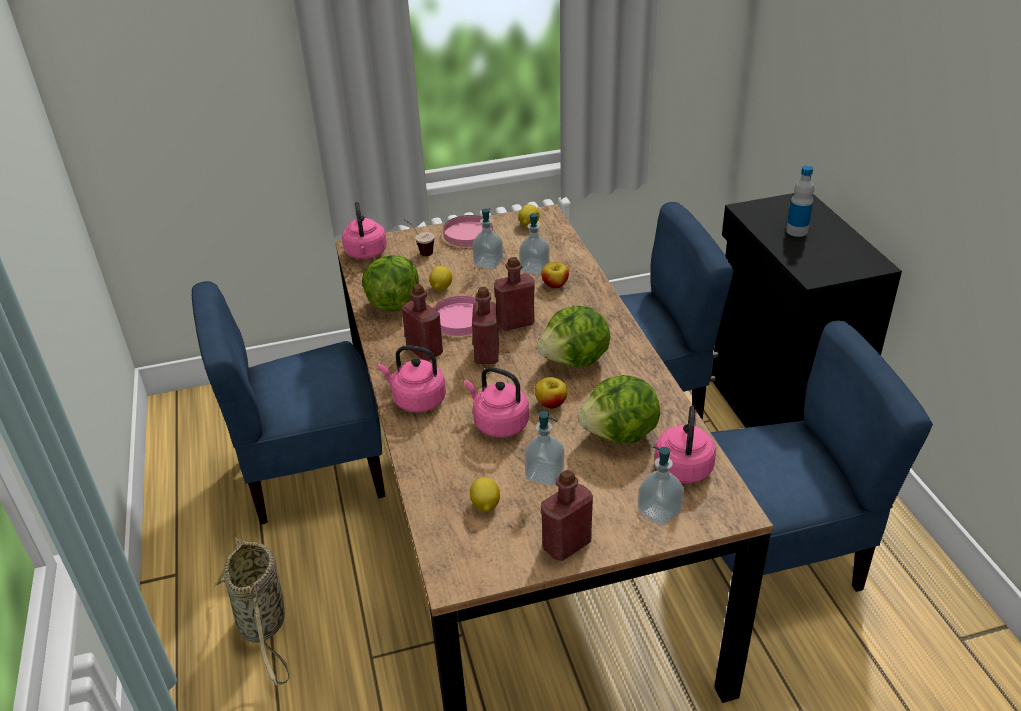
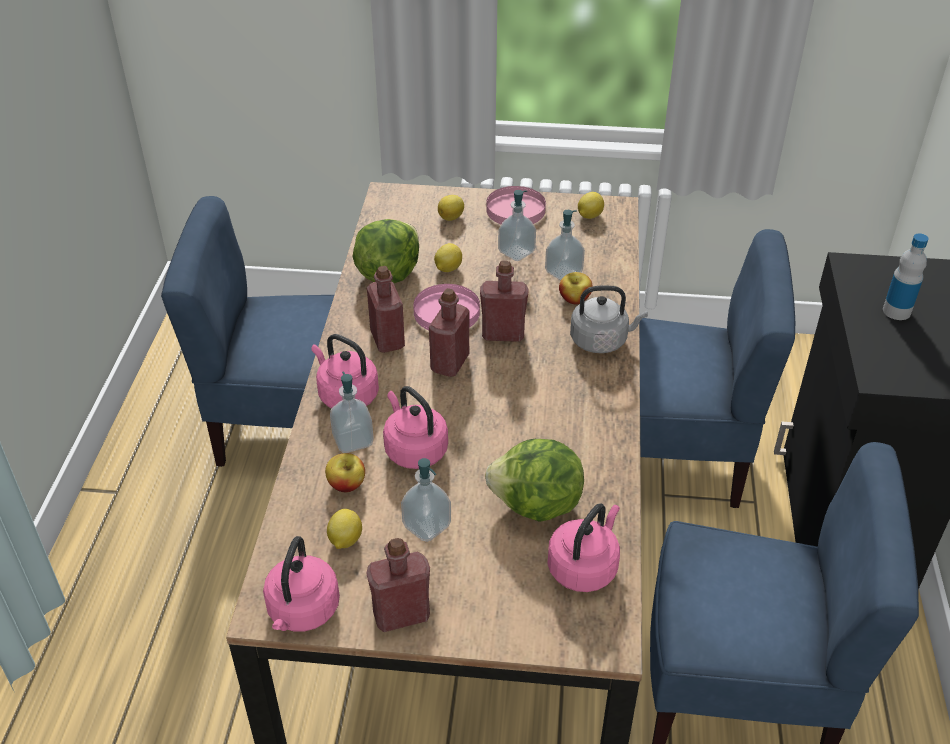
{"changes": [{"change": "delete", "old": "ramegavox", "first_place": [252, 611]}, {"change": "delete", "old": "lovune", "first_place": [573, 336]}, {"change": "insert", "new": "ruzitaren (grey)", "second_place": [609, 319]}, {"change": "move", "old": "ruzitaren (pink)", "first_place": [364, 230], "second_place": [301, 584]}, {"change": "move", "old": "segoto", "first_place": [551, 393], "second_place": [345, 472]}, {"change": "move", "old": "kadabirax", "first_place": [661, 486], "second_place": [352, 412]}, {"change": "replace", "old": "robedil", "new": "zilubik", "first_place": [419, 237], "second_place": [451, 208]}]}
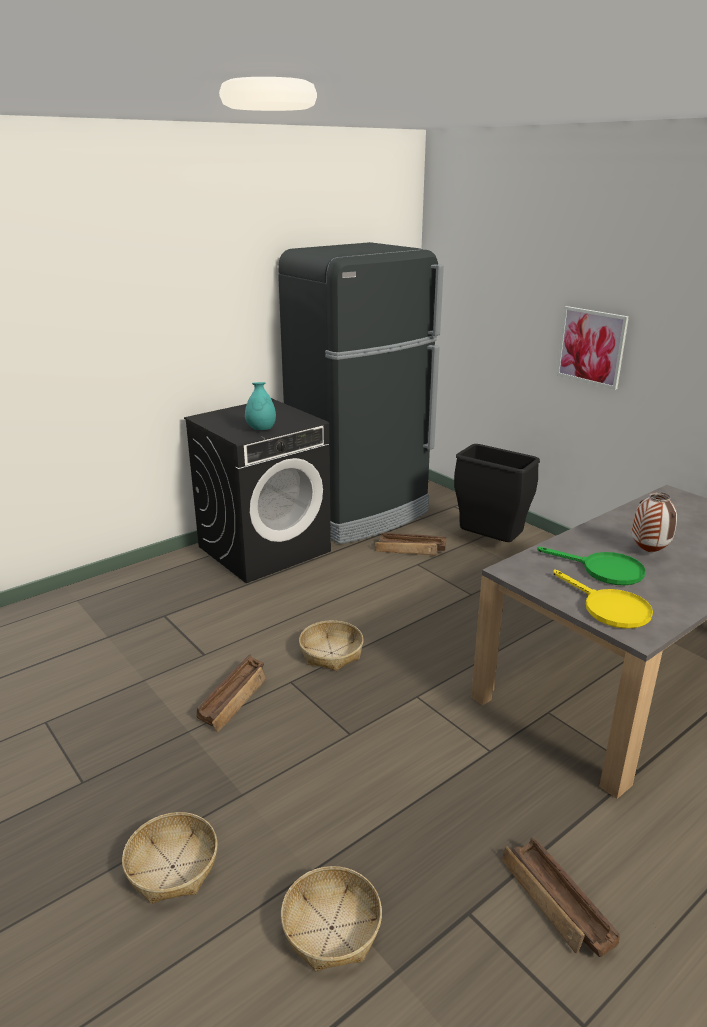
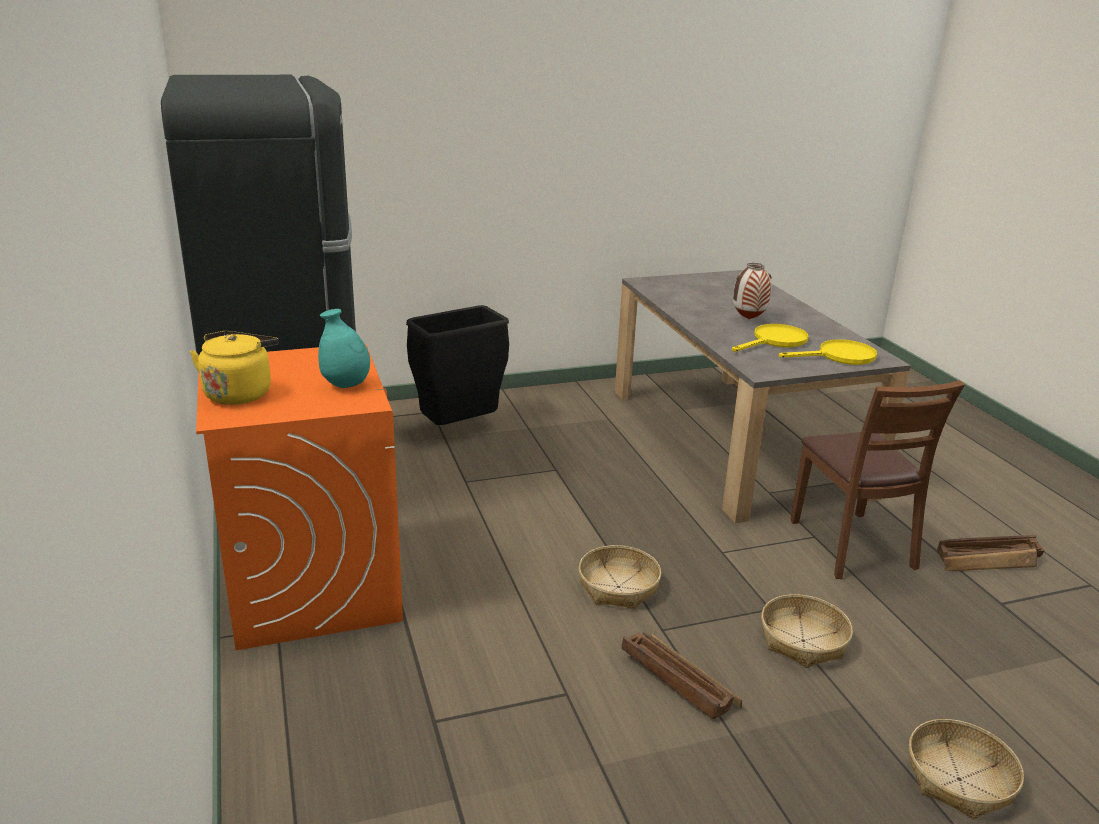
{"changes": [{"change": "delete", "old": "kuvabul", "first_place": [410, 544]}, {"change": "delete", "old": "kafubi", "first_place": [592, 348]}, {"change": "insert", "new": "ruzitaren (yellow)", "second_place": [234, 368]}, {"change": "insert", "new": "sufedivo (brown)", "second_place": [877, 479]}, {"change": "move", "old": "ramegavox", "first_place": [331, 918], "second_place": [807, 631]}, {"change": "recolor", "old": "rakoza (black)", "new": "rakoza (orange)", "first_place": [257, 490], "second_place": [299, 497]}, {"change": "recolor", "old": "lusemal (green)", "new": "lusemal (yellow)", "first_place": [591, 566], "second_place": [770, 338]}]}
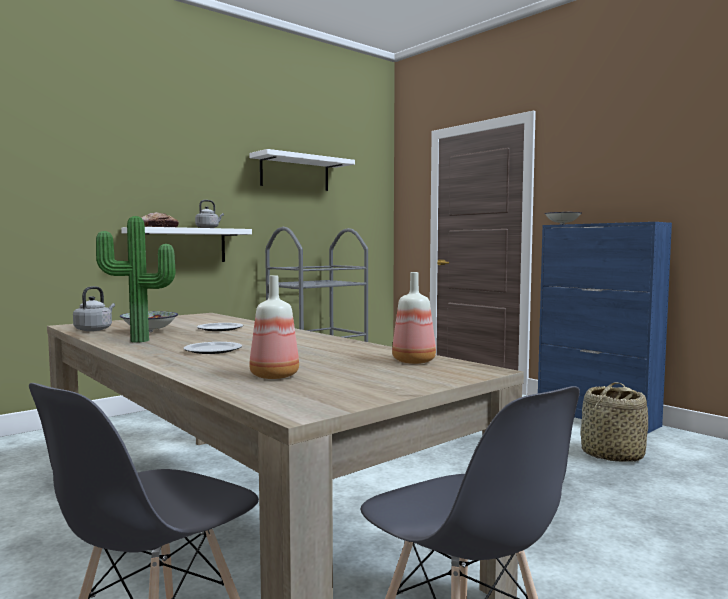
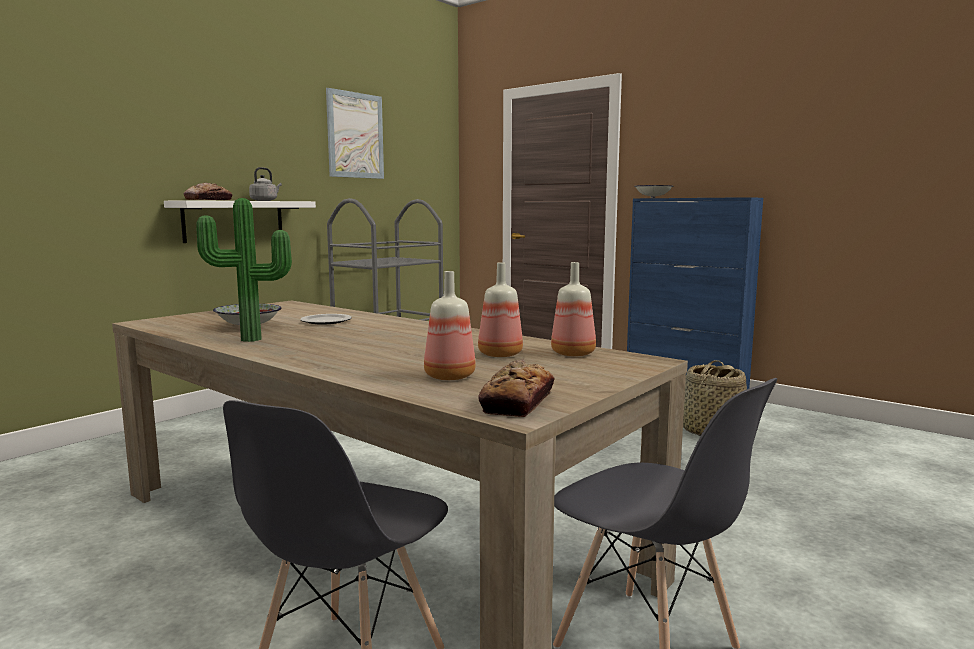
{"changes": [{"change": "delete", "old": "ruzitaren (grey)", "first_place": [94, 308]}, {"change": "delete", "old": "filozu", "first_place": [212, 348]}, {"change": "insert", "new": "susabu", "second_place": [500, 309]}, {"change": "insert", "new": "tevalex", "second_place": [516, 388]}, {"change": "replace", "old": "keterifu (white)", "new": "kafubi", "first_place": [302, 170], "second_place": [355, 133]}]}
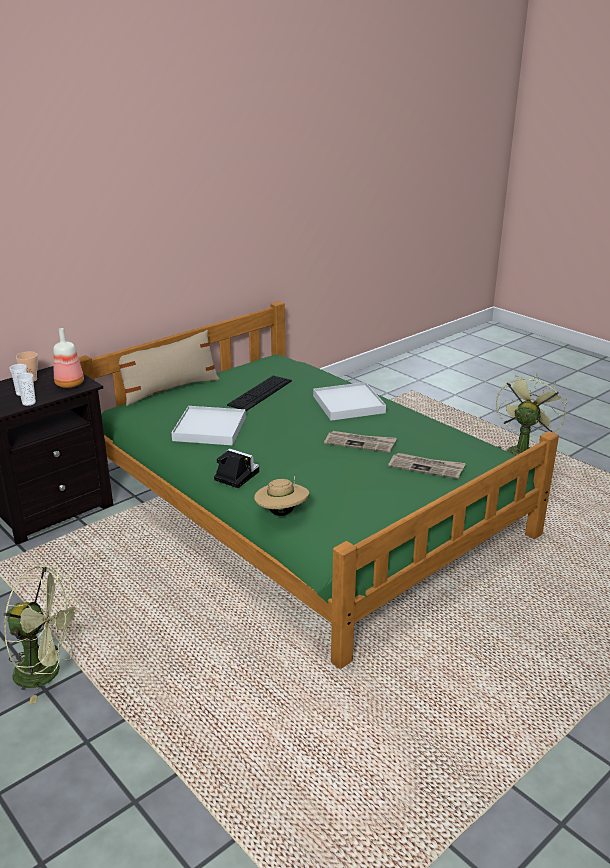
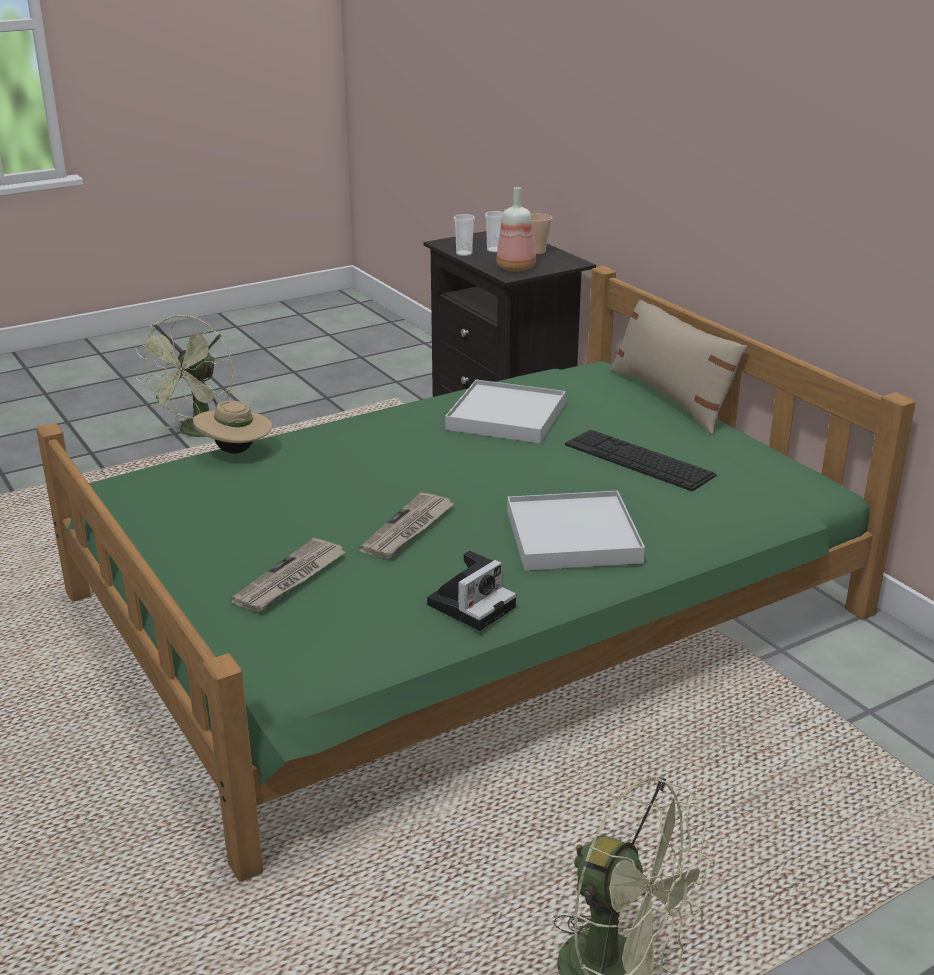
{"changes": [{"change": "move", "old": "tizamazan", "first_place": [236, 468], "second_place": [471, 591]}]}
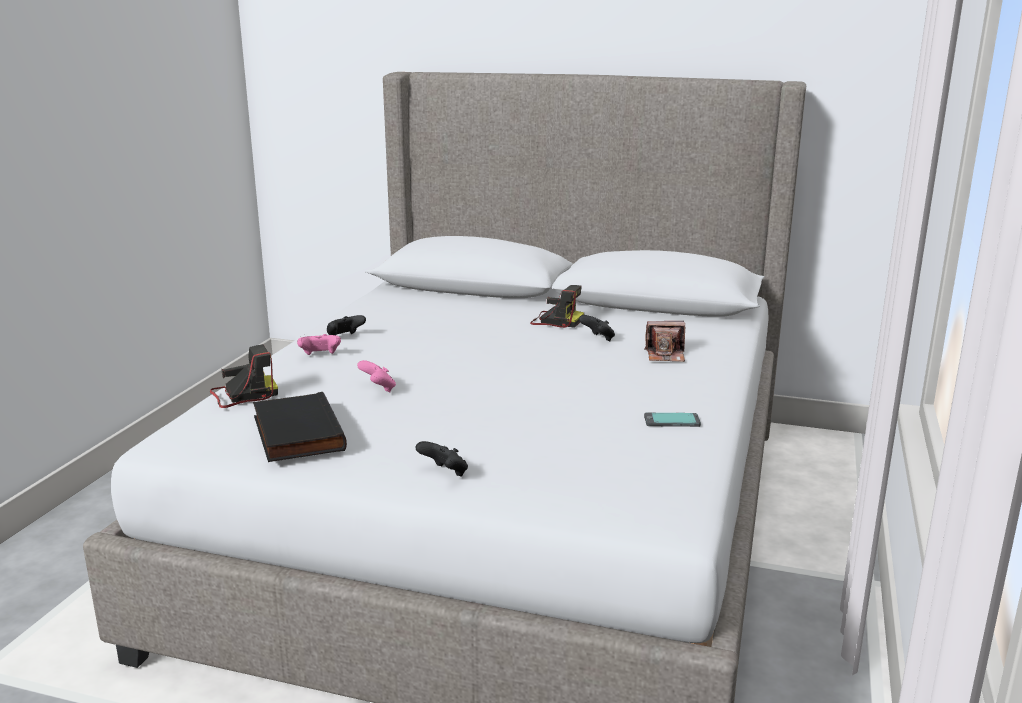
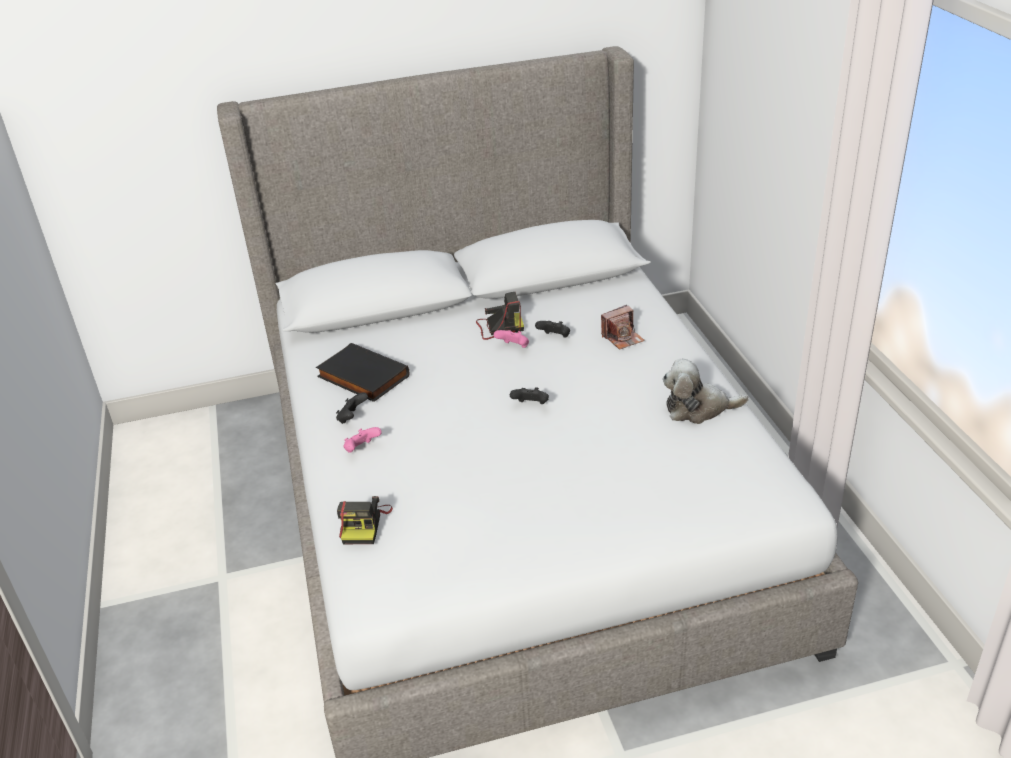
{"changes": [{"change": "move", "old": "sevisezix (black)", "first_place": [300, 427], "second_place": [363, 372]}, {"change": "move", "old": "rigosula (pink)", "first_place": [376, 376], "second_place": [511, 339]}, {"change": "move", "old": "rigosula (black)", "first_place": [442, 458], "second_place": [529, 395]}, {"change": "replace", "old": "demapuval", "new": "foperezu", "first_place": [672, 420], "second_place": [706, 391]}, {"change": "rotate", "old": "tizamazan", "first_place": [244, 376], "second_place": [365, 520], "degrees": 150}]}
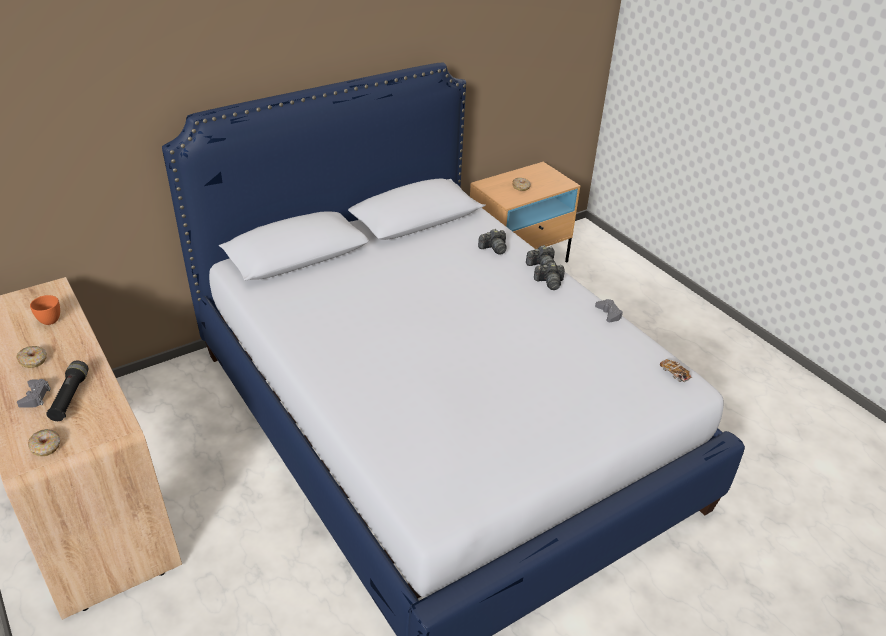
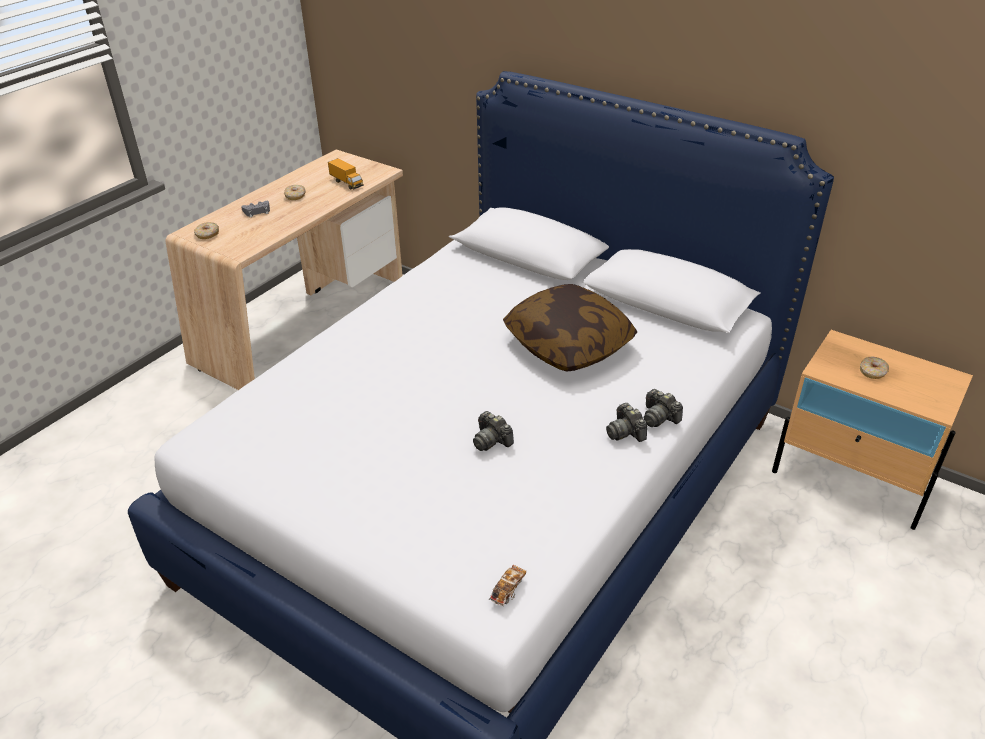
{"changes": [{"change": "delete", "old": "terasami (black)", "first_place": [67, 390]}, {"change": "delete", "old": "rigosula (grey)", "first_place": [609, 310]}, {"change": "insert", "new": "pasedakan", "second_place": [570, 328]}, {"change": "move", "old": "tizamazan", "first_place": [492, 242], "second_place": [493, 431]}, {"change": "replace", "old": "robedil (orange)", "new": "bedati", "first_place": [45, 310], "second_place": [346, 174]}]}
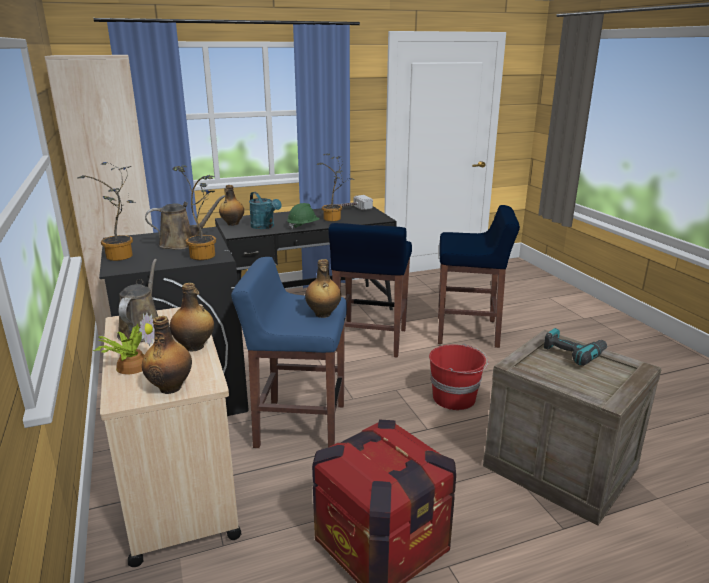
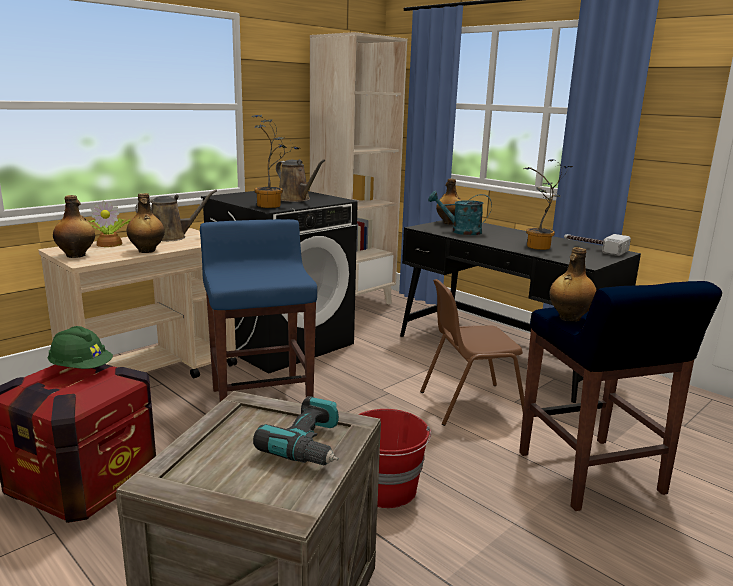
{"changes": [{"change": "delete", "old": "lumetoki", "first_place": [106, 211]}, {"change": "move", "old": "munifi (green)", "first_place": [303, 216], "second_place": [80, 347]}, {"change": "move", "old": "susabu", "first_place": [323, 288], "second_place": [573, 284]}, {"change": "replace", "old": "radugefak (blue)", "new": "sufedivo (brown)", "first_place": [370, 290], "second_place": [472, 352]}, {"change": "rotate", "old": "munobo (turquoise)", "first_place": [265, 210], "second_place": [460, 213], "degrees": 75}]}
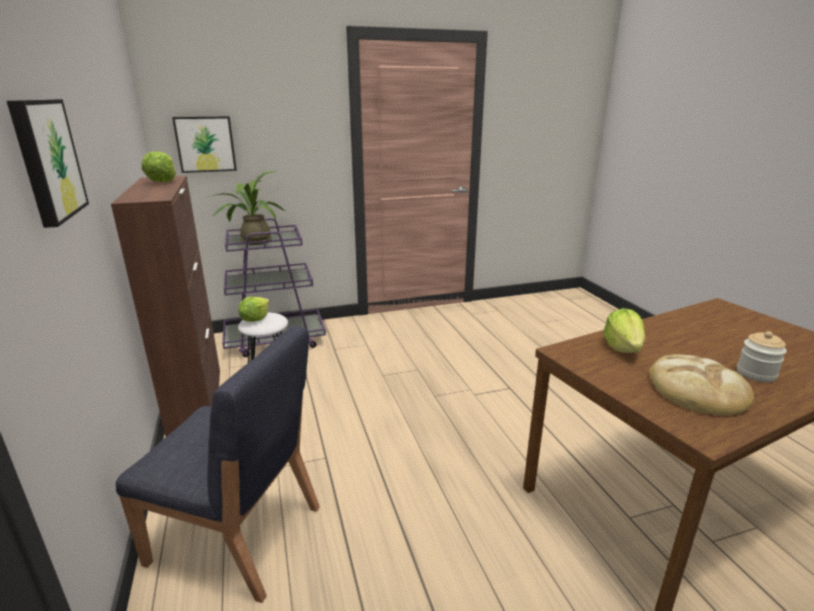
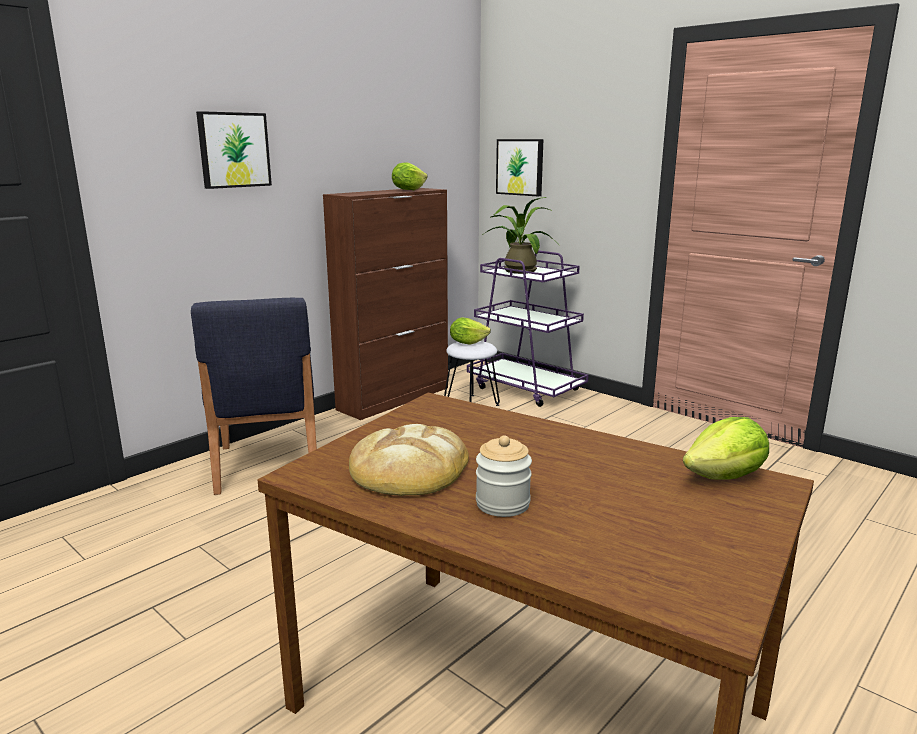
{"changes": [{"change": "move", "old": "lovune", "first_place": [624, 330], "second_place": [726, 448]}]}
